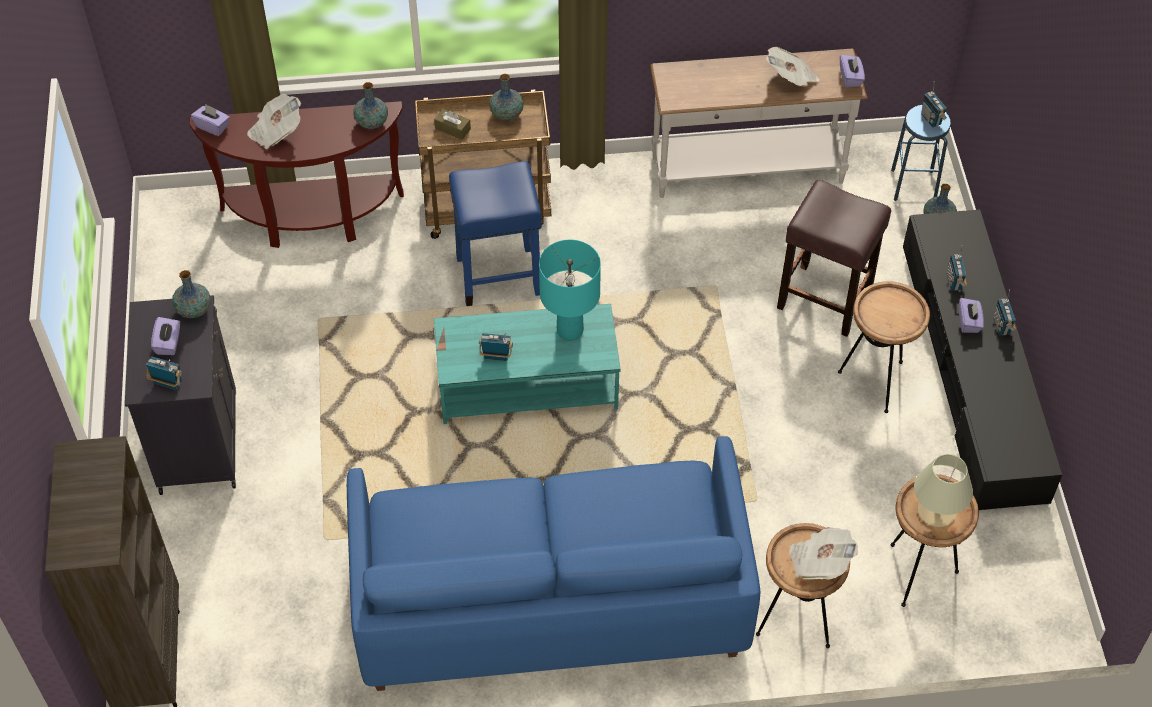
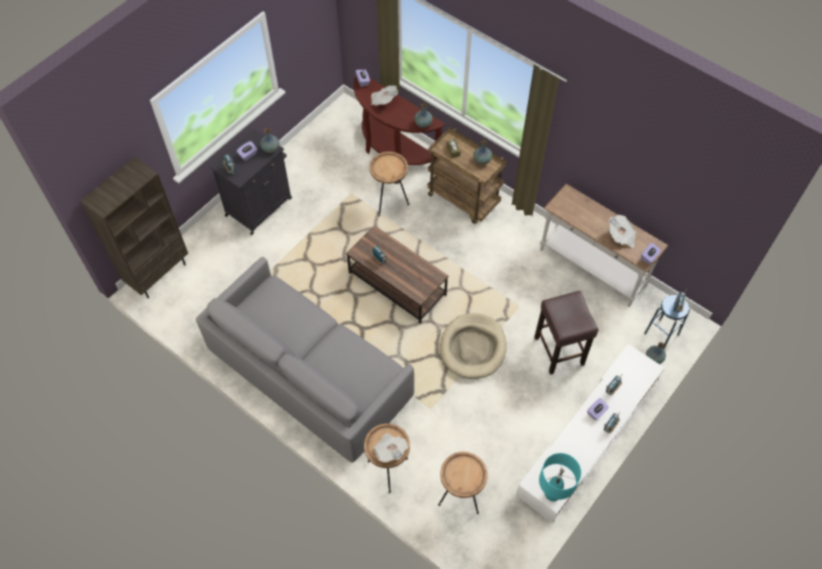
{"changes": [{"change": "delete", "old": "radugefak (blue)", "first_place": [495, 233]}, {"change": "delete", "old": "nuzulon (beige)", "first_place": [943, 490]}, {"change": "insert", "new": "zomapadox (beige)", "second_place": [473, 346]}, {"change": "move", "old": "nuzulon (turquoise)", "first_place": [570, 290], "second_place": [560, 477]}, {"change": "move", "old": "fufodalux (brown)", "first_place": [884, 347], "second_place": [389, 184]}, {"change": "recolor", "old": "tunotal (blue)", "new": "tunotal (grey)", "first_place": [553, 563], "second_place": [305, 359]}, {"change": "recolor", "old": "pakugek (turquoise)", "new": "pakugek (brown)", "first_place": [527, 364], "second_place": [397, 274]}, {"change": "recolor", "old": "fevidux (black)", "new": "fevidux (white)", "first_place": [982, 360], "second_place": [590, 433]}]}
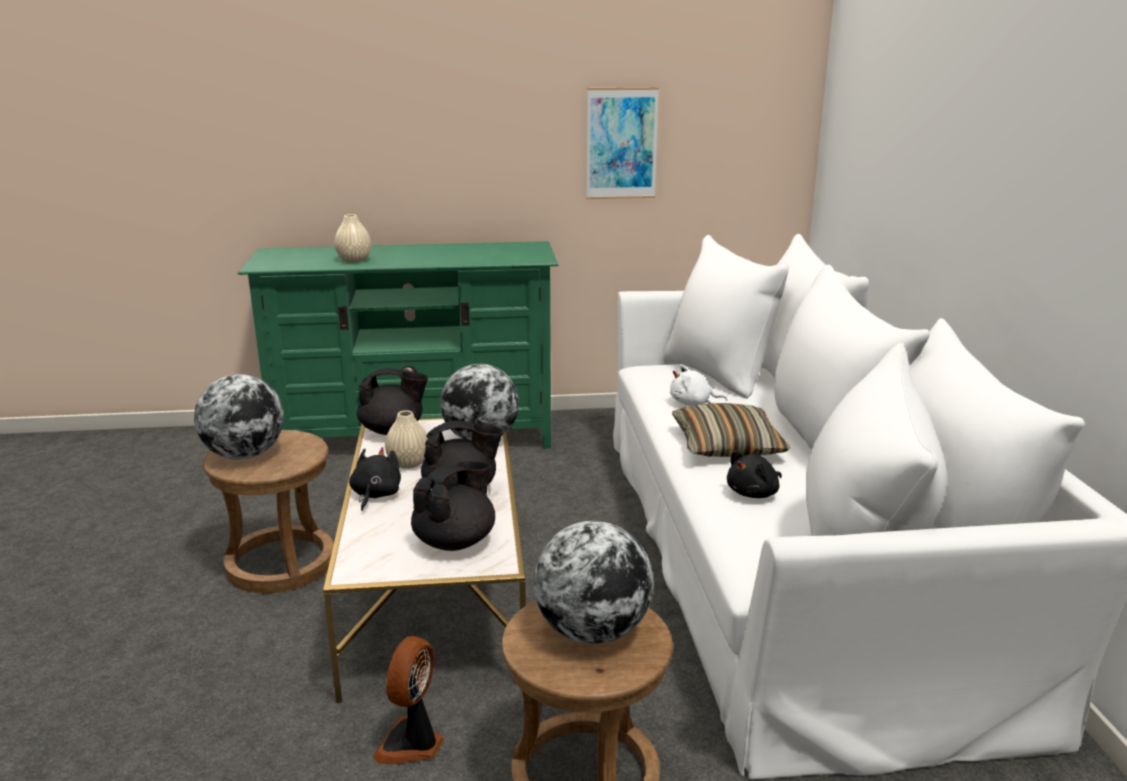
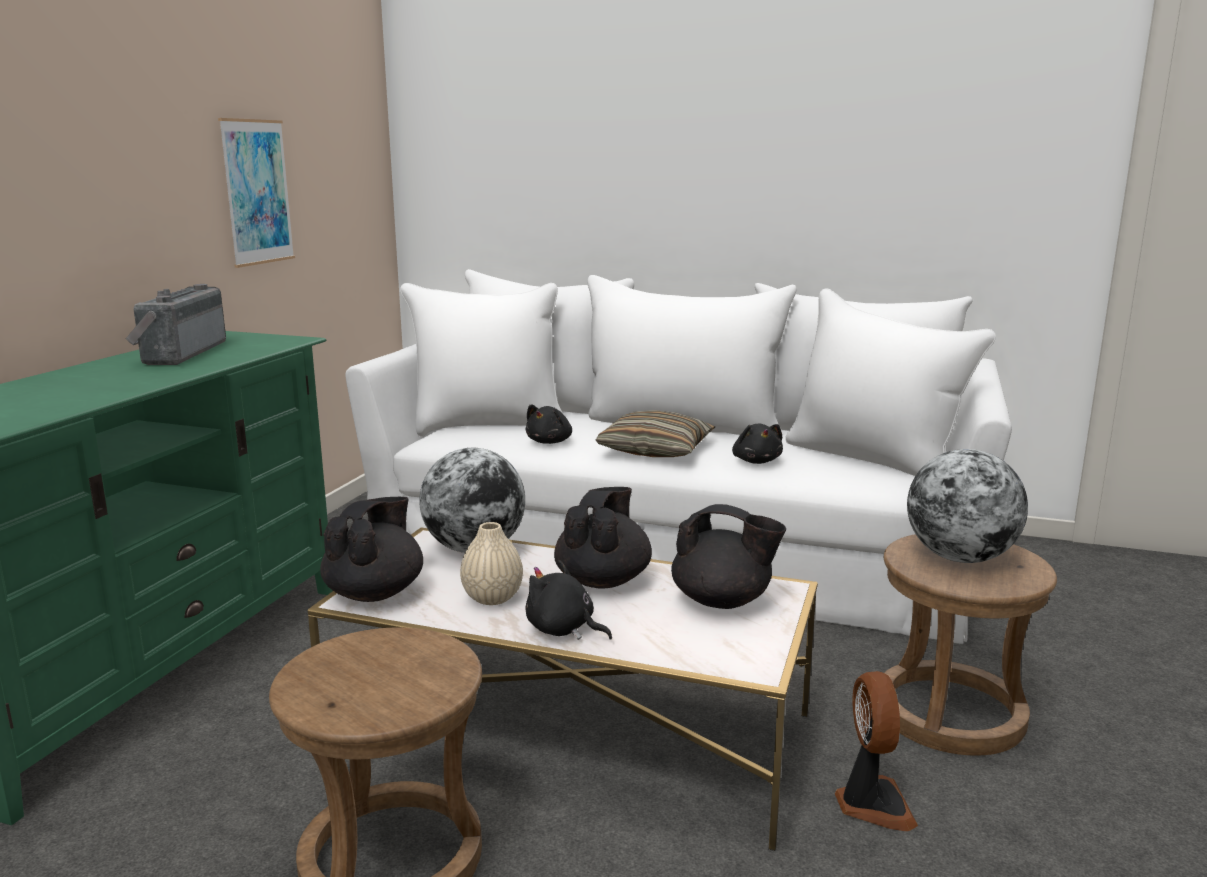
{"changes": [{"change": "delete", "old": "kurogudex", "first_place": [239, 417]}, {"change": "delete", "old": "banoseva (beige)", "first_place": [352, 238]}, {"change": "insert", "new": "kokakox", "second_place": [176, 324]}, {"change": "recolor", "old": "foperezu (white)", "new": "foperezu (black)", "first_place": [699, 385], "second_place": [549, 424]}, {"change": "rotate", "old": "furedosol", "first_place": [408, 700], "second_place": [876, 751], "degrees": -135}, {"change": "rotate", "old": "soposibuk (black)", "first_place": [453, 506], "second_place": [728, 556], "degrees": 135}]}
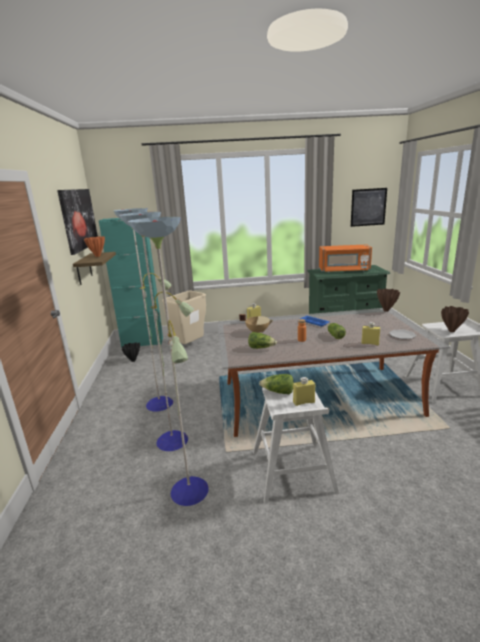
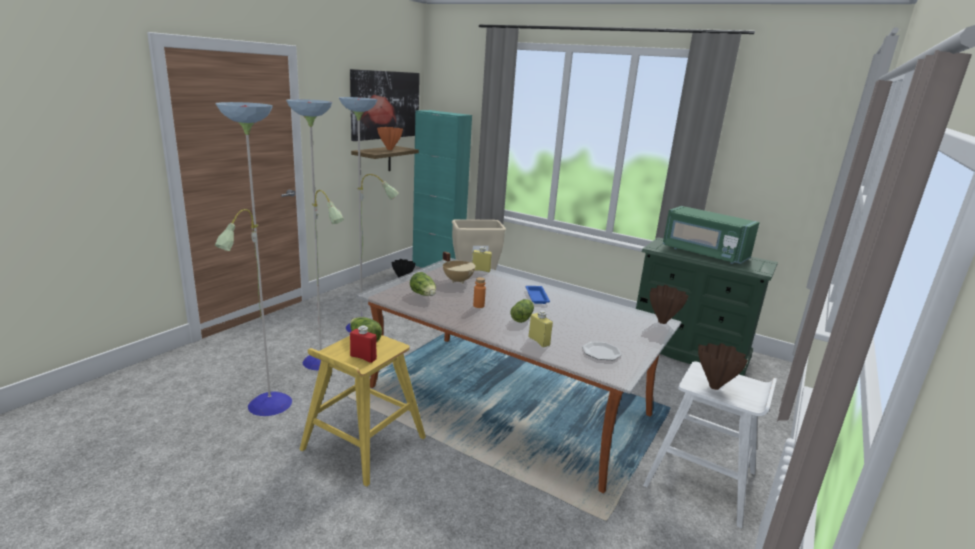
{"changes": [{"change": "delete", "old": "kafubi", "first_place": [369, 207]}, {"change": "recolor", "old": "radugefak (white)", "new": "radugefak (yellow)", "first_place": [296, 445], "second_place": [362, 411]}, {"change": "recolor", "old": "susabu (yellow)", "new": "susabu (red)", "first_place": [304, 391], "second_place": [363, 344]}, {"change": "recolor", "old": "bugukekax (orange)", "new": "bugukekax (green)", "first_place": [345, 258], "second_place": [711, 235]}]}
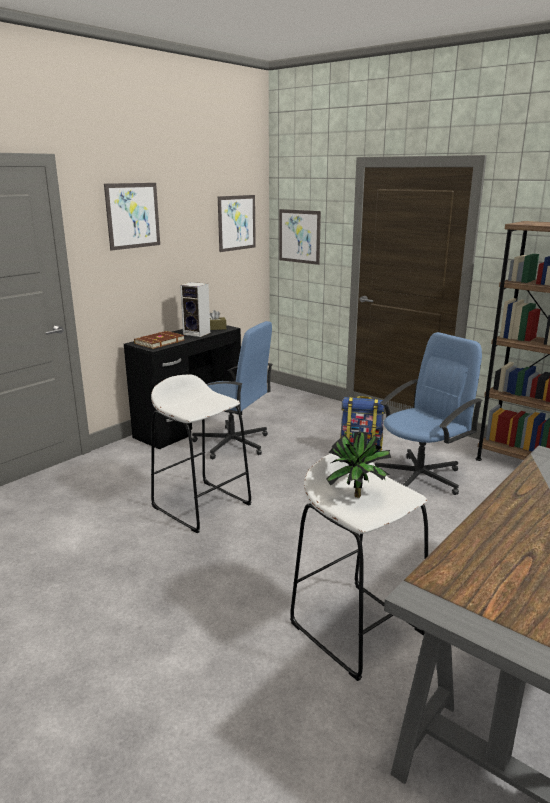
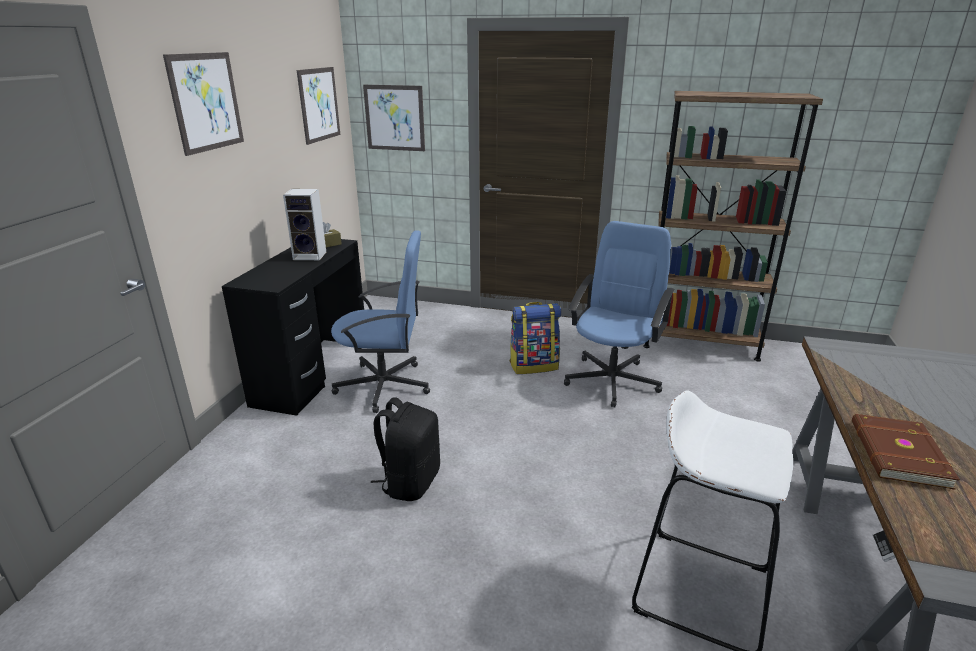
{"changes": [{"change": "delete", "old": "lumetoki", "first_place": [358, 465]}, {"change": "move", "old": "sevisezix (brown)", "first_place": [159, 340], "second_place": [906, 452]}, {"change": "replace", "old": "radugefak (white)", "new": "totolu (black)", "first_place": [201, 454], "second_place": [405, 449]}]}
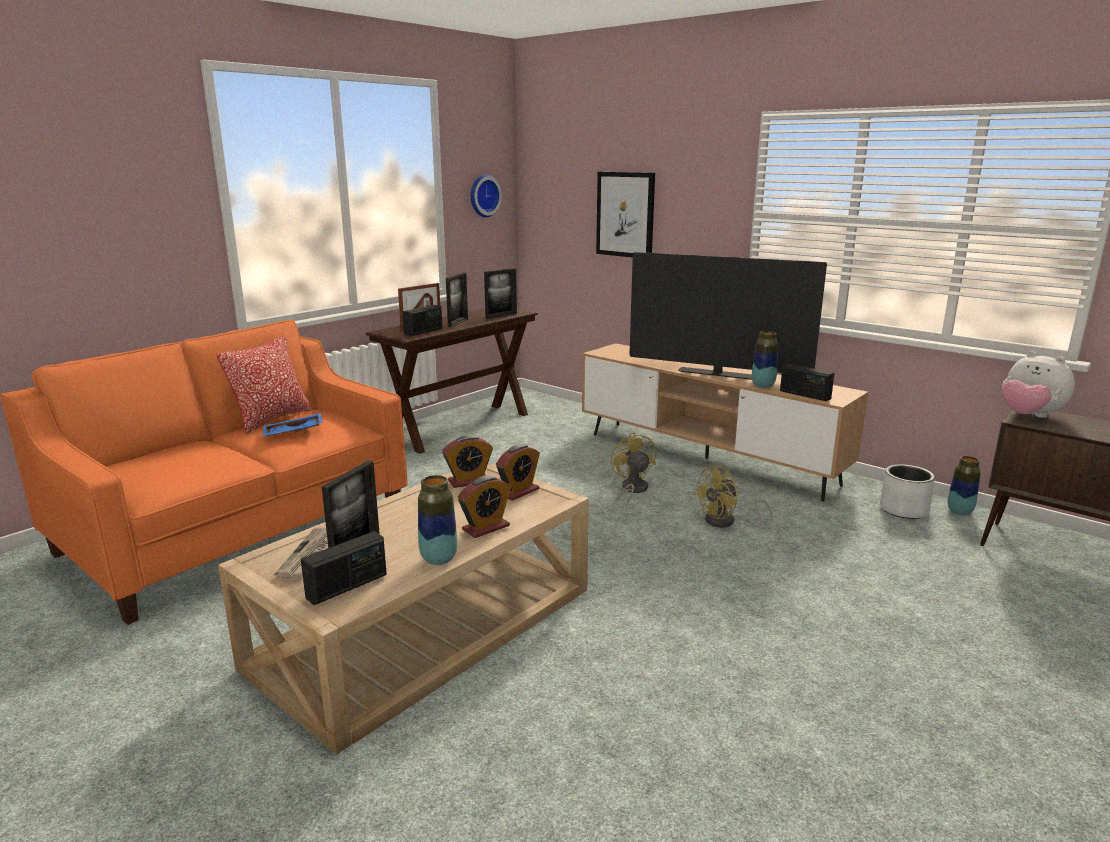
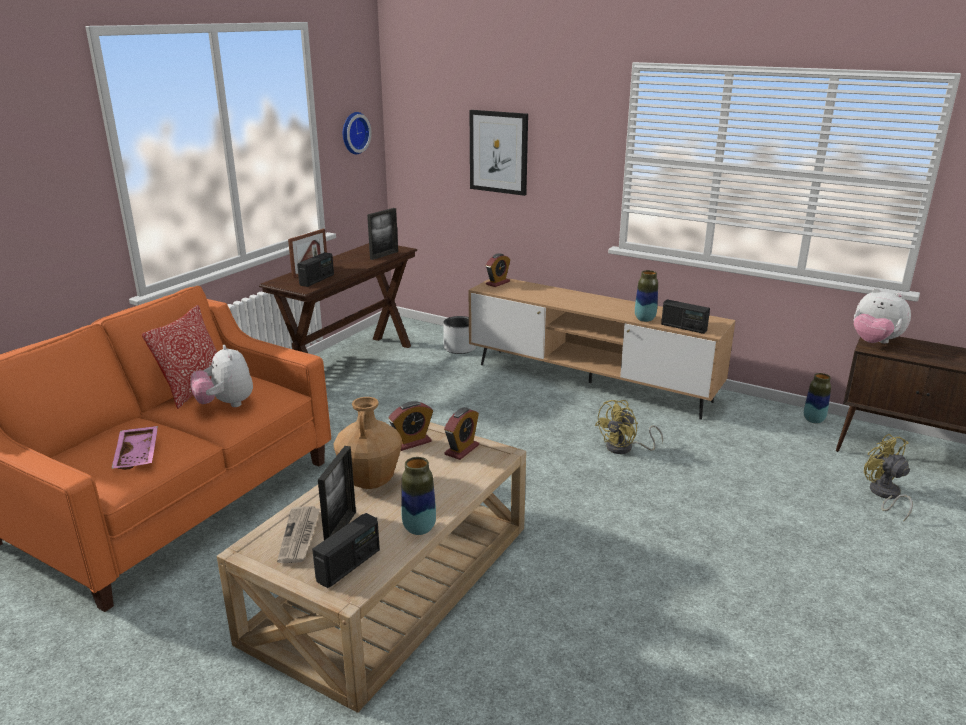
{"changes": [{"change": "delete", "old": "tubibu", "first_place": [457, 299]}, {"change": "delete", "old": "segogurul", "first_place": [728, 316]}, {"change": "insert", "new": "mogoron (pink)", "second_place": [134, 448]}, {"change": "insert", "new": "banoseva (brown)", "second_place": [368, 443]}, {"change": "move", "old": "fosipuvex", "first_place": [484, 506], "second_place": [498, 270]}, {"change": "move", "old": "furedosol (yellow)", "first_place": [633, 470], "second_place": [888, 478]}, {"change": "move", "old": "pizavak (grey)", "first_place": [907, 491], "second_place": [459, 335]}, {"change": "replace", "old": "mogoron (blue)", "new": "foperezu", "first_place": [293, 424], "second_place": [222, 376]}]}
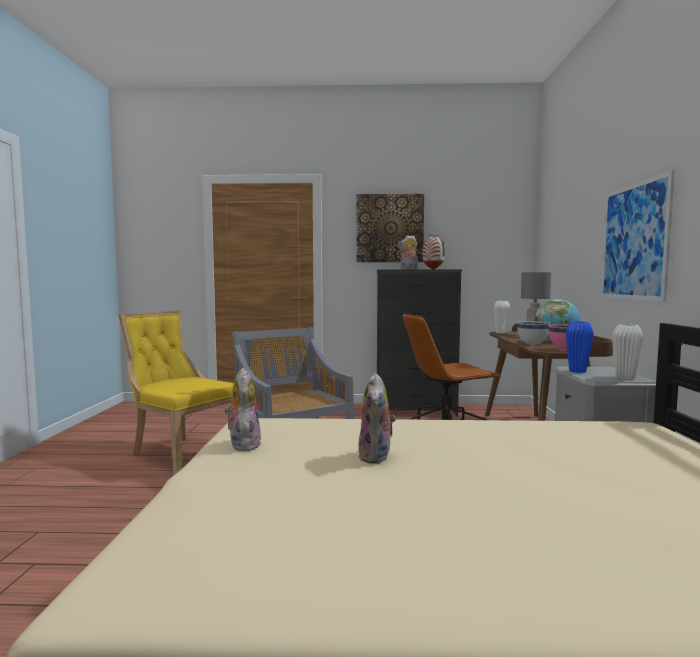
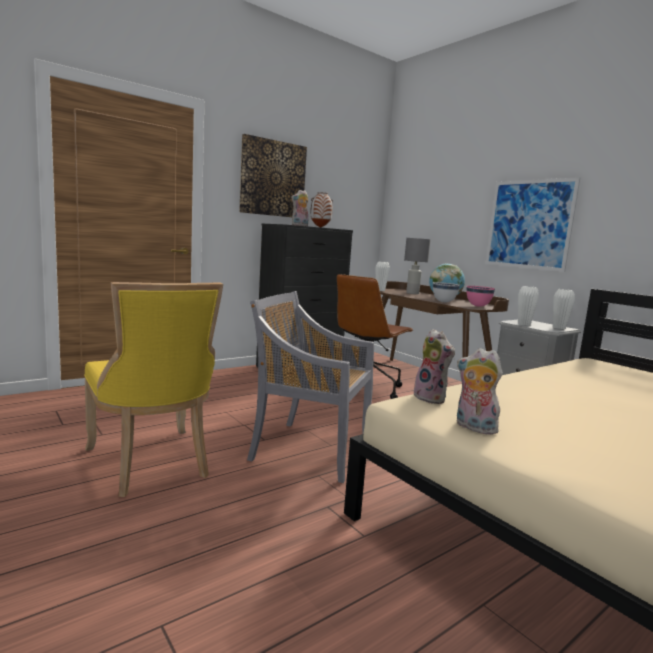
{"changes": [{"change": "move", "old": "foperezu", "first_place": [377, 418], "second_place": [433, 366]}, {"change": "recolor", "old": "banoseva (blue)", "new": "banoseva (white)", "first_place": [580, 347], "second_place": [528, 306]}, {"change": "rotate", "old": "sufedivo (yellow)", "first_place": [176, 393], "second_place": [153, 389], "degrees": -120}]}
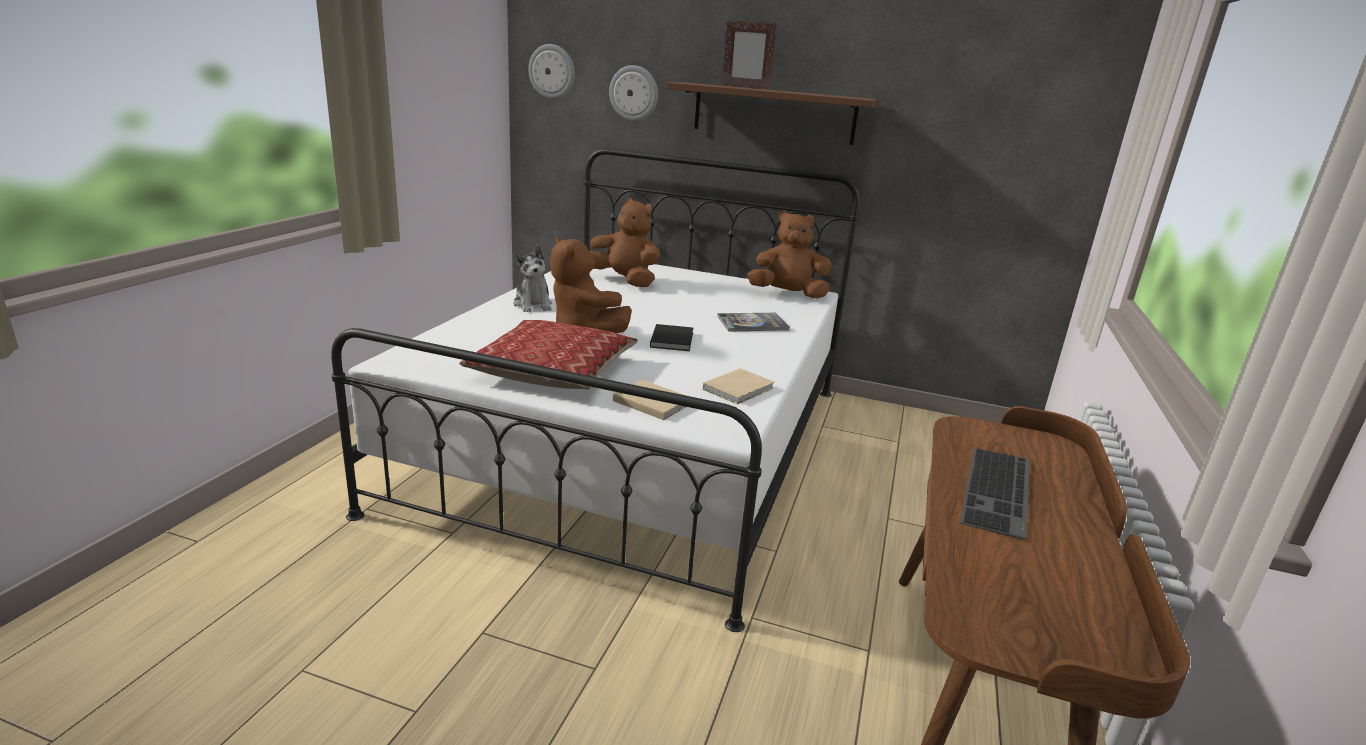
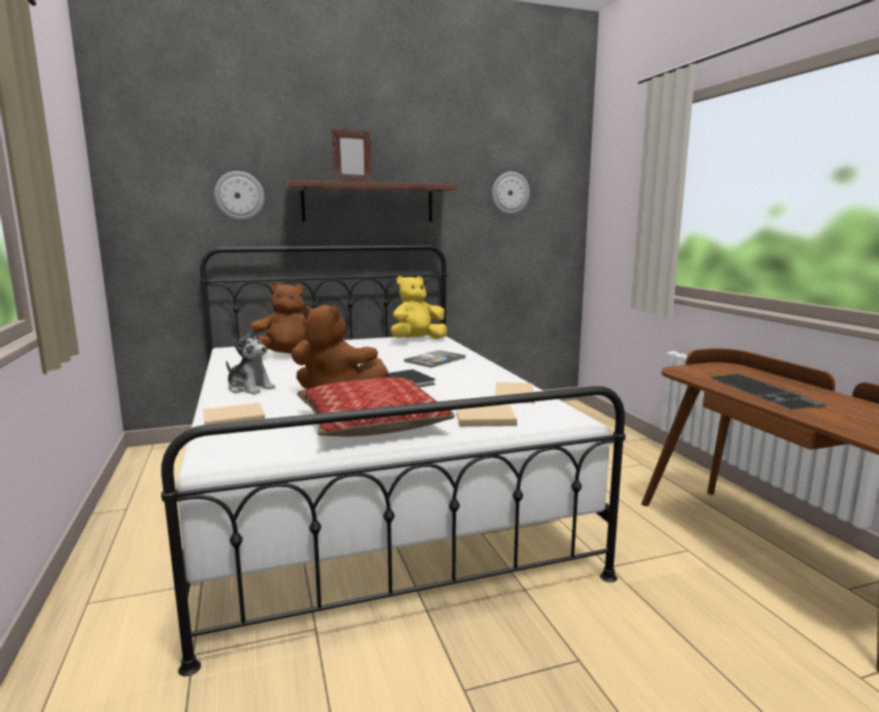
{"changes": [{"change": "insert", "new": "sevisezix (beige)", "second_place": [234, 414]}, {"change": "move", "old": "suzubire", "first_place": [551, 71], "second_place": [511, 193]}, {"change": "recolor", "old": "foperezu (brown)", "new": "foperezu (yellow)", "first_place": [789, 255], "second_place": [419, 307]}]}
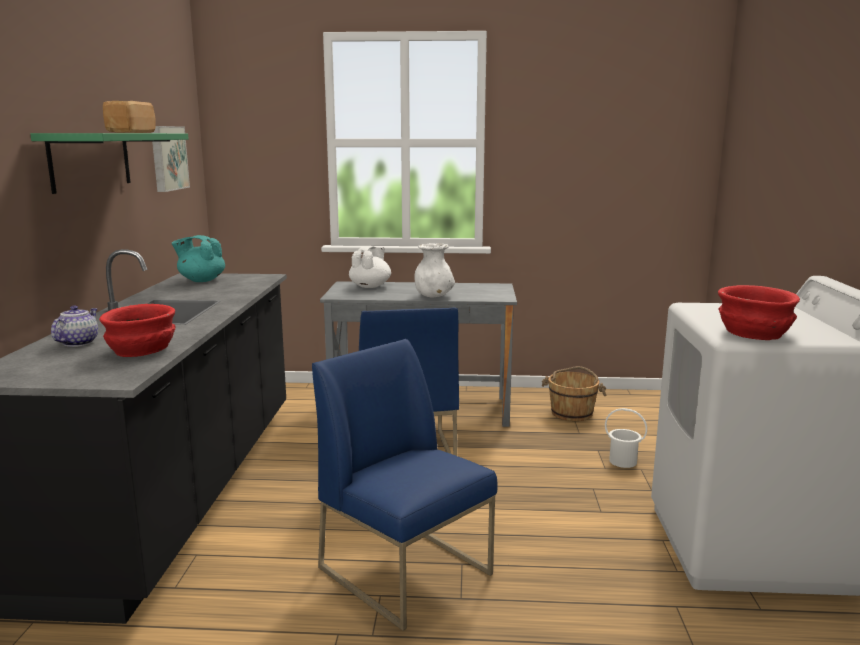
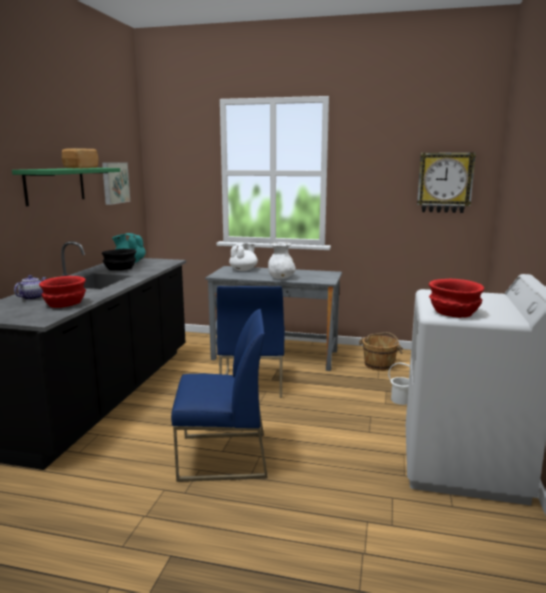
{"changes": [{"change": "insert", "new": "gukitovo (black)", "second_place": [119, 260]}, {"change": "insert", "new": "suzubire", "second_place": [446, 182]}, {"change": "rotate", "old": "sufedivo (blue)", "first_place": [404, 485], "second_place": [219, 395], "degrees": 120}]}
